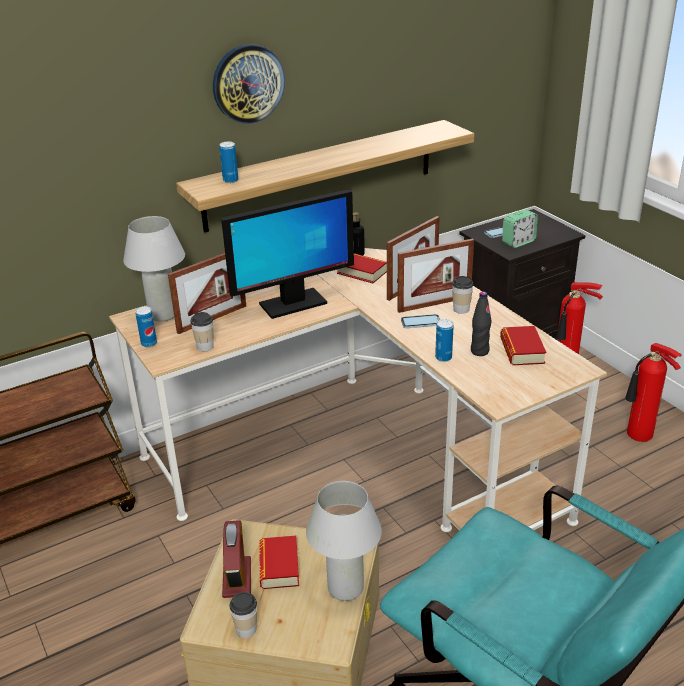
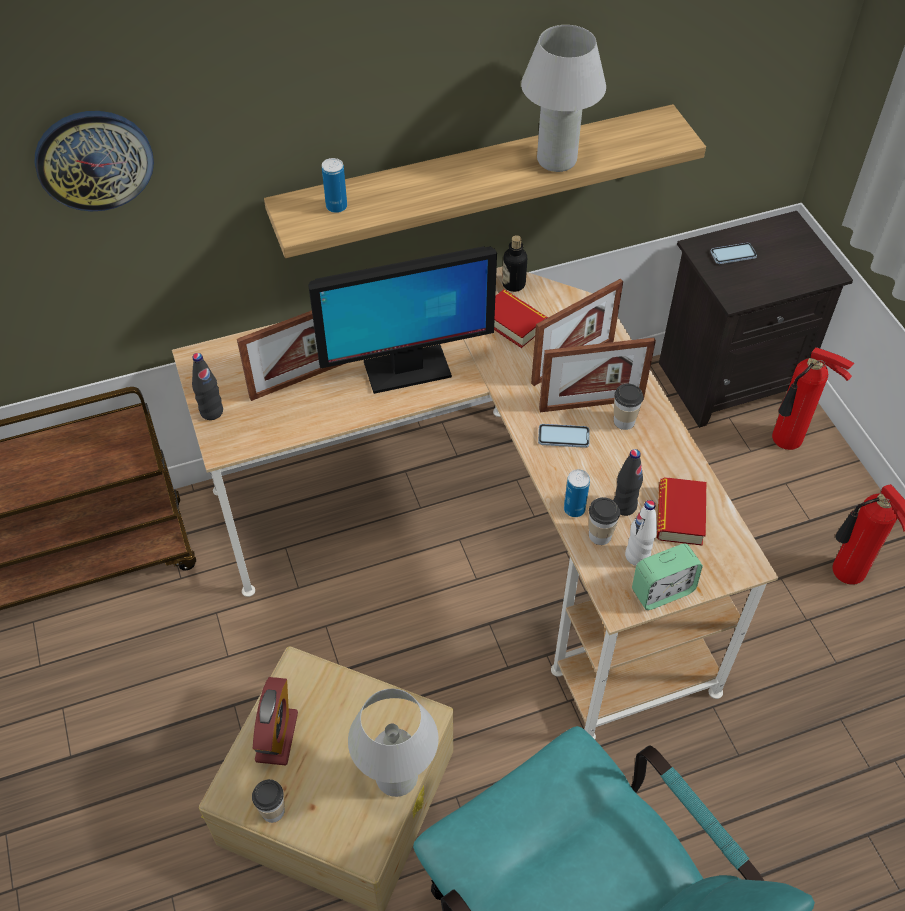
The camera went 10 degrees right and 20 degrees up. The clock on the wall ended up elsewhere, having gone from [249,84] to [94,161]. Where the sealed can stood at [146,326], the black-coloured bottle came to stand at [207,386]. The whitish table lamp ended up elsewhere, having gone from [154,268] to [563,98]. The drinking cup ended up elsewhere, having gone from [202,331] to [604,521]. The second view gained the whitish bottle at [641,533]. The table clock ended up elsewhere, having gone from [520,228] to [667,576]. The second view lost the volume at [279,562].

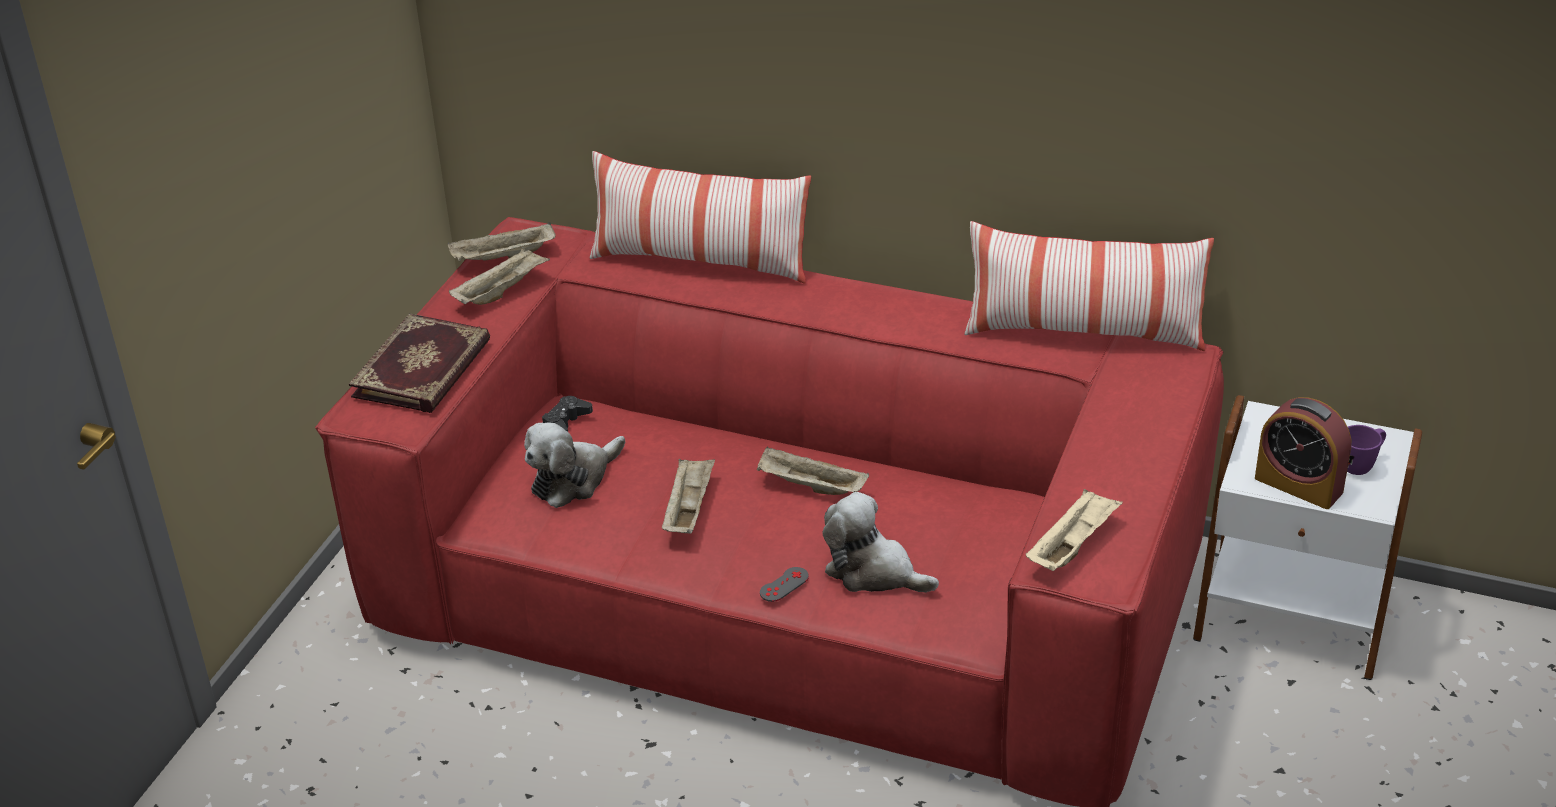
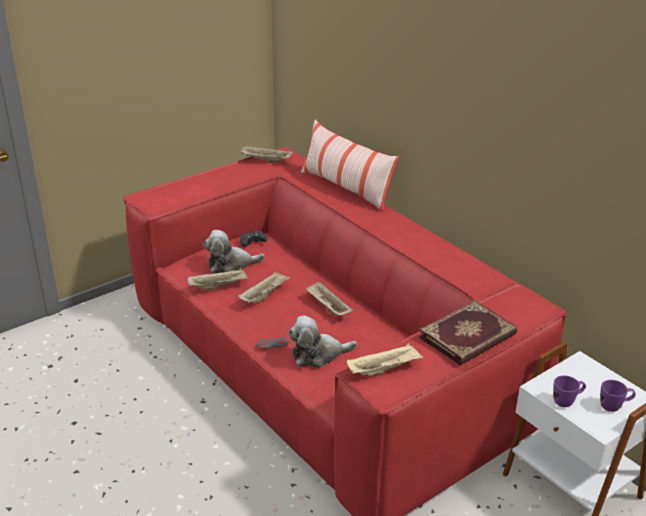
The camera went 30 degrees right and 5 degrees down. The sand-coloured tray ended up elsewhere, having gone from [499,276] to [217,279]. The cuddly toy at [880,542] ended up facing another way, 75 degrees counterclockwise from before. The volume ended up elsewhere, having gone from [419,363] to [468,333]. Where the table clock stood at [1303,453], the purplish coffee mug came to stand at [569,391]. The second view lost the pillow at [1089,286].

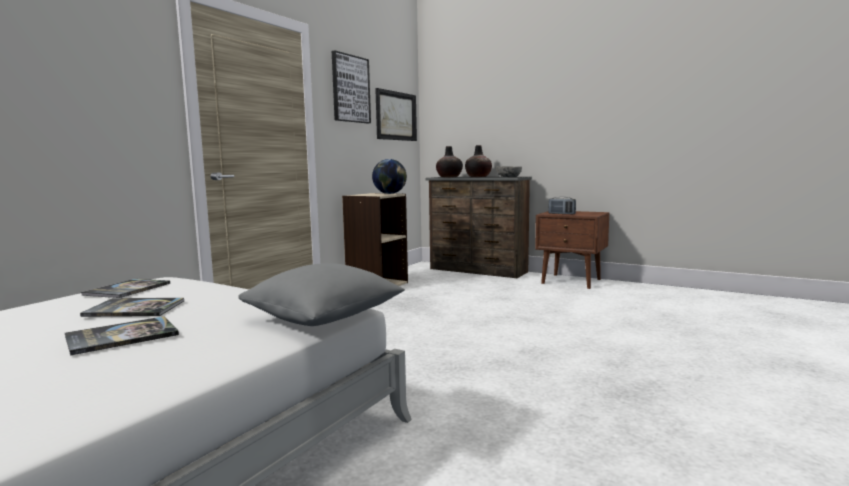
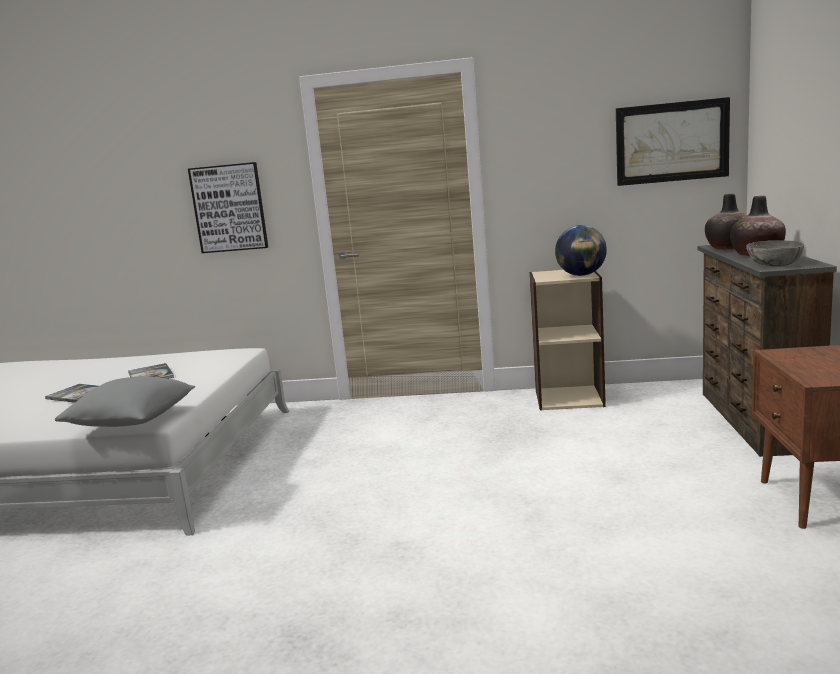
The camera went 65 degrees right and 5 degrees up. The wall picture ended up elsewhere, having gone from [351,87] to [228,207]. The second view lost the volume at [125,288]. The second view lost the radio receiver at [562,206].

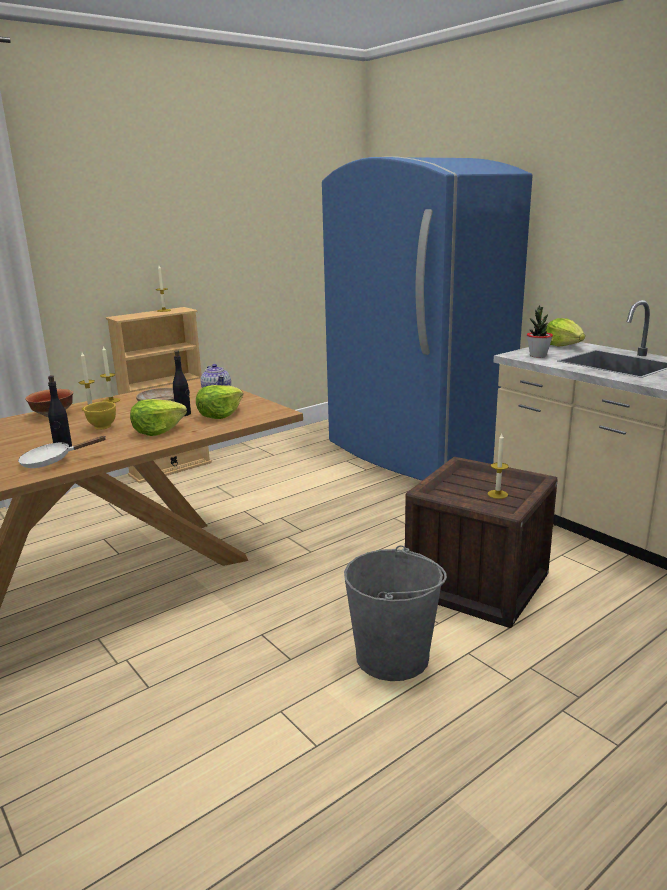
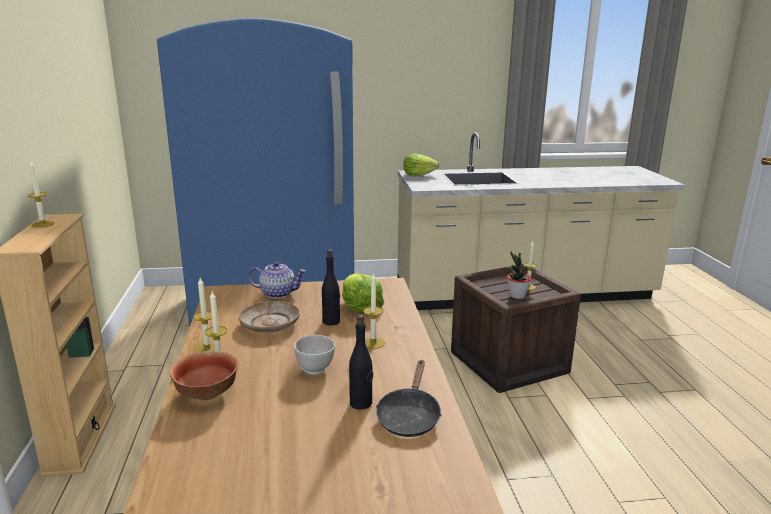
The camera went 60 degrees left and 0 degrees up. What was the yellowish bowl at [99,416] turned into the whitish bowl at [314,355]. Where the head of lettuce stood at [158,417], the wax light came to stand at [374,310]. What was the whitish frying pan at [62,452] turned into the black-coloured frying pan at [409,398]. The potted plant ended up elsewhere, having gone from [540,331] to [519,275]. The second view lost the greyish pail at [395,613].

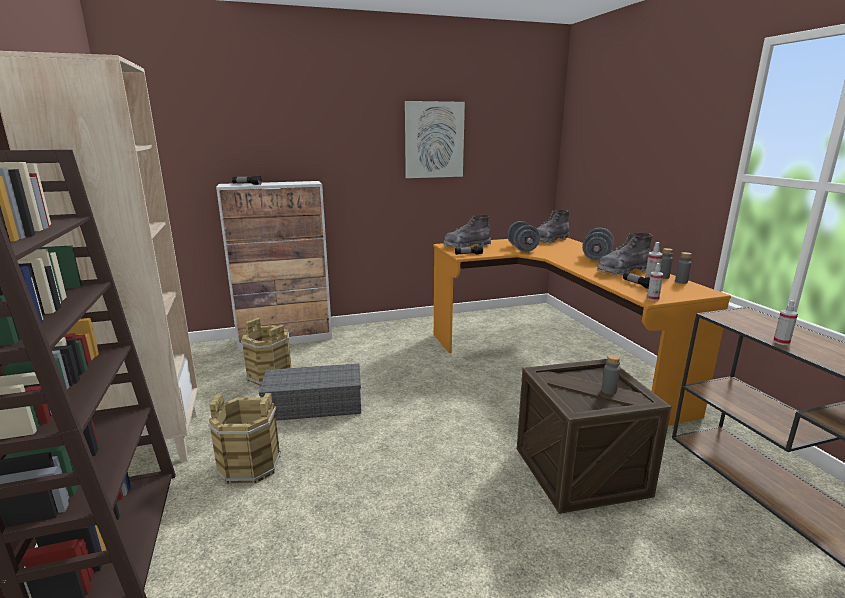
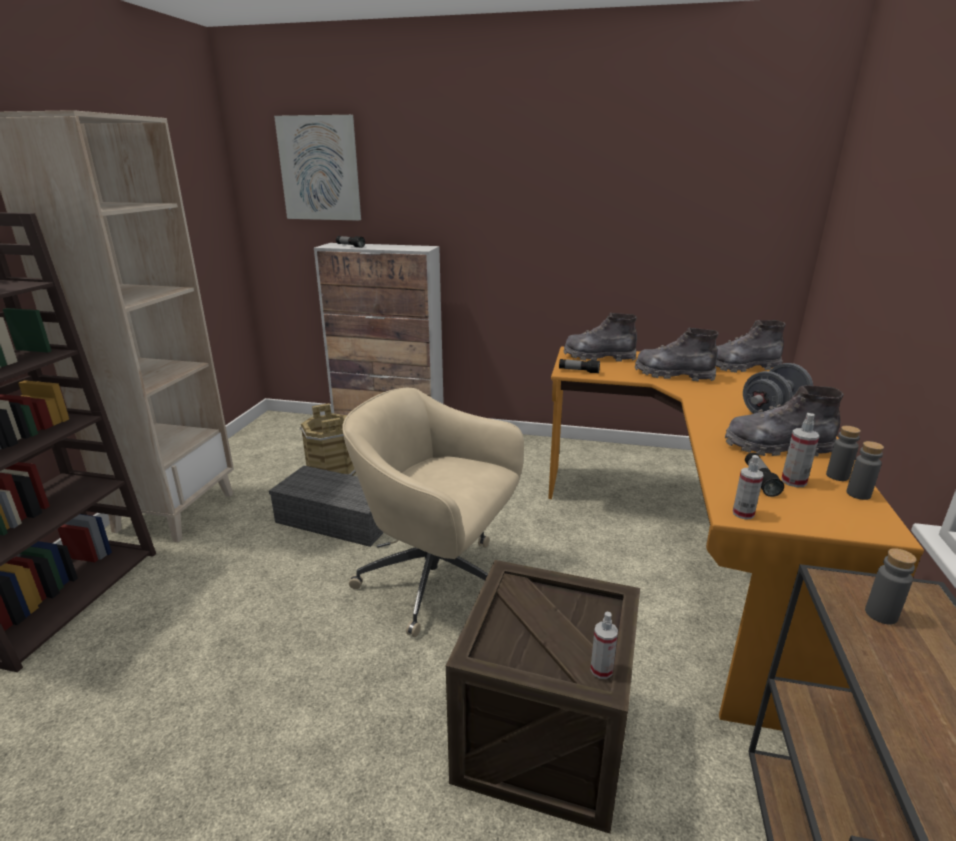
The camera went 30 degrees right and 5 degrees up. The wall picture ended up elsewhere, having gone from [435,139] to [317,168]. The second view gained the sand-coloured computer chair at [433,512]. The hand sprayer ended up elsewhere, having gone from [785,322] to [604,645]. Where the greyish hand weight stood at [523,236], the greyish tall boot came to stand at [676,354]. The greyish bottle ended up elsewhere, having gone from [610,375] to [891,586]. The second view lost the brownish pail at [244,438].

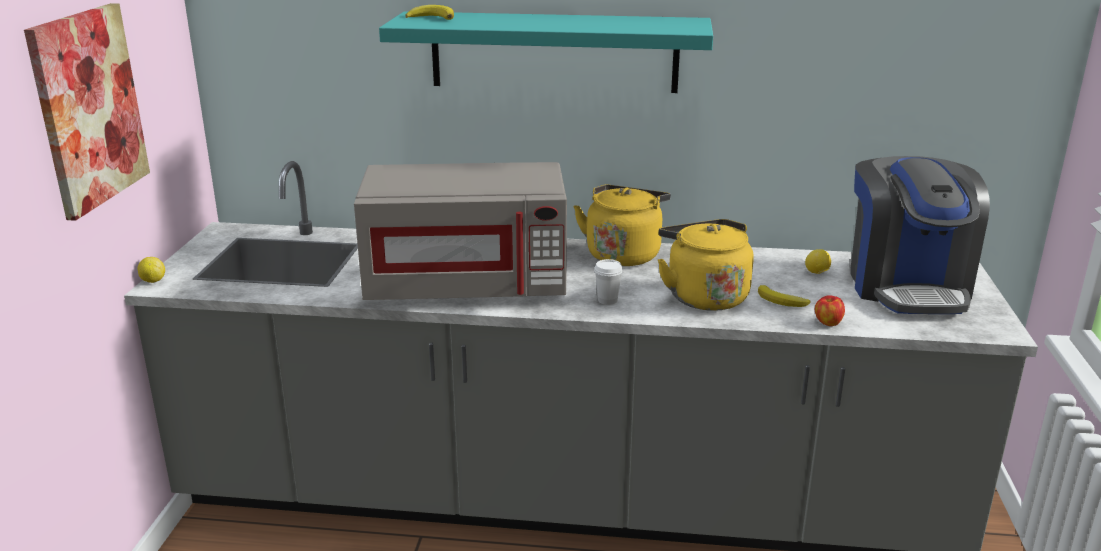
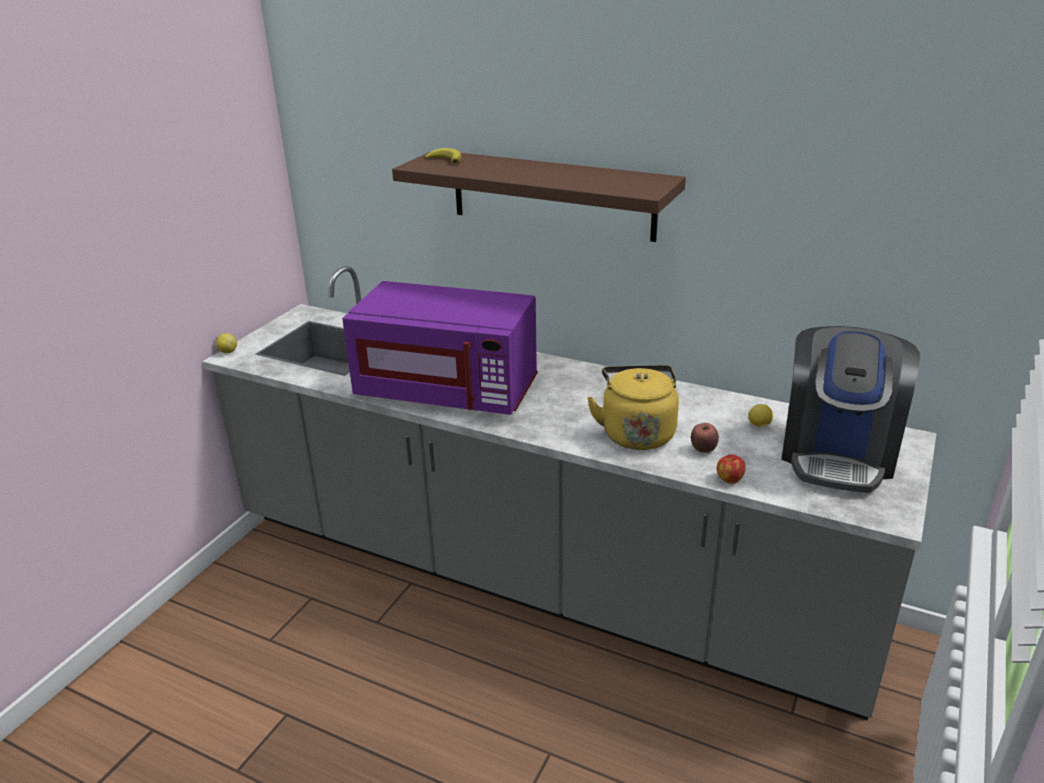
The camera went 20 degrees right and 5 degrees up. What was the greyish microwave at [460,231] turned into the purplish microwave at [440,348]. What was the turquoise-coloured shelf at [546,52] turned into the brownish shelf at [539,197]. Where the whole banana stood at [784,296], the apple fruit came to stand at [705,438]. The second view lost the wall picture at [87,112]. The second view lost the yellowish kettle at [622,225]. The second view lost the whitish drinking cup at [608,282].

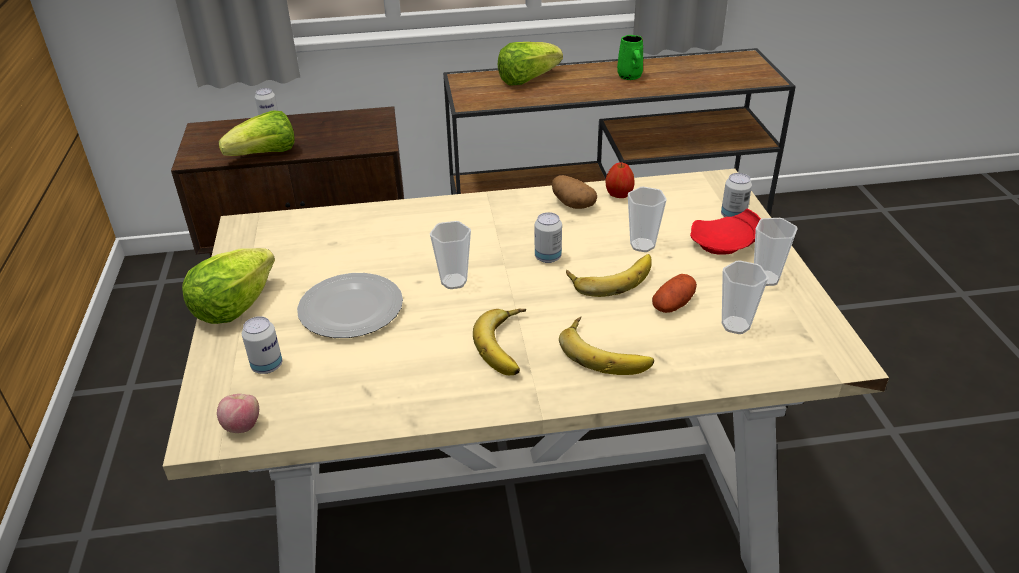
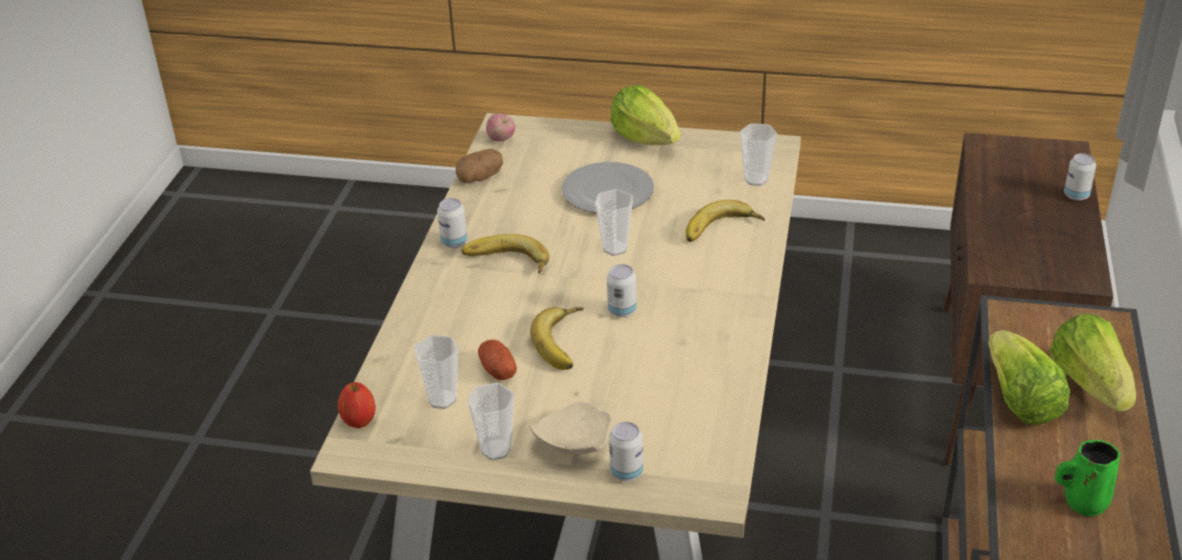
The camera went 110 degrees right and 0 degrees up. The apple fruit ended up elsewhere, having gone from [620,180] to [357,405]. The sealed can ended up elsewhere, having gone from [262,345] to [452,223]. The whole potato ended up elsewhere, having gone from [574,192] to [479,166]. What was the reddish plate at [725,232] turned into the sand-coloured plate at [571,428]. The whole banana ended up elsewhere, having gone from [606,346] to [725,221]. The drinking cup ended up elsewhere, having gone from [647,219] to [758,154]. The head of lettuce ended up elsewhere, having gone from [257,133] to [1029,377].

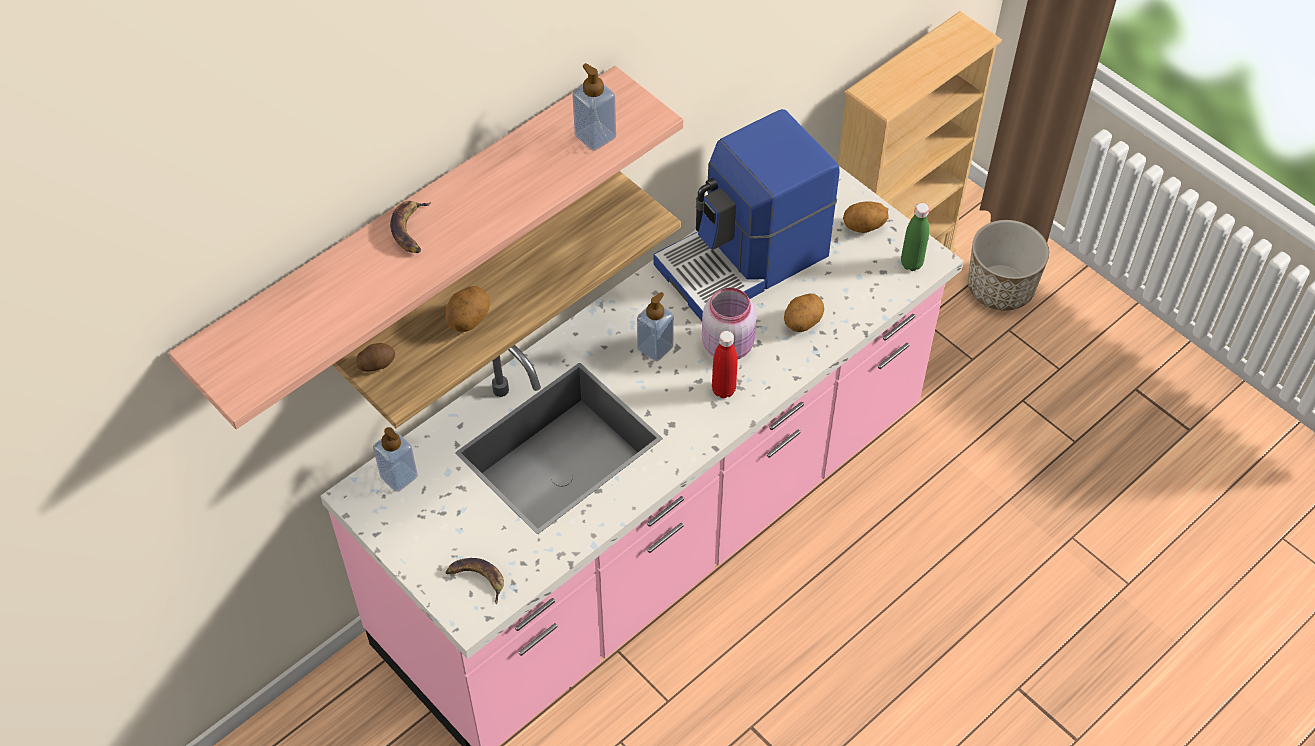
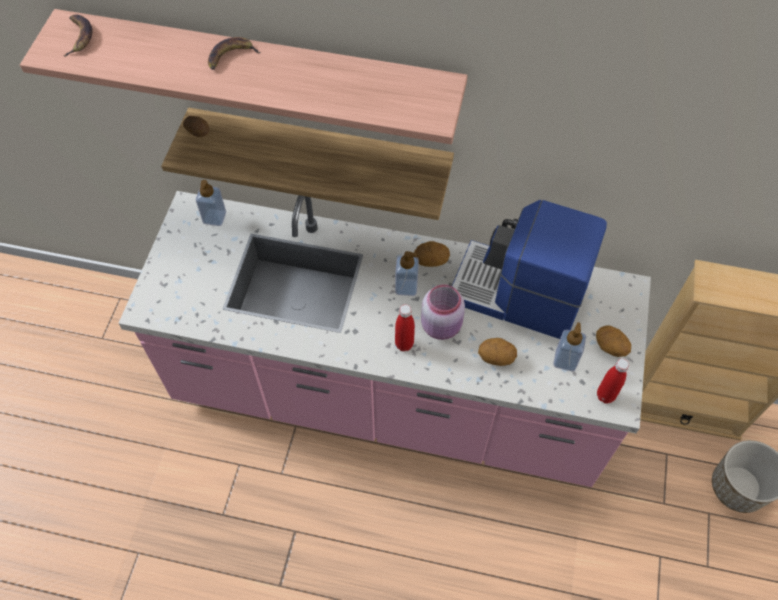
The camera went 55 degrees right and 5 degrees up. The whole banana ended up elsewhere, having gone from [474,581] to [78,35]. The whole potato ended up elsewhere, having gone from [467,309] to [432,254]. The soap dispenser ended up elsewhere, having gone from [594,107] to [569,346]. What was the green-coloured bottle at [915,237] turned into the reddish bottle at [613,381].

